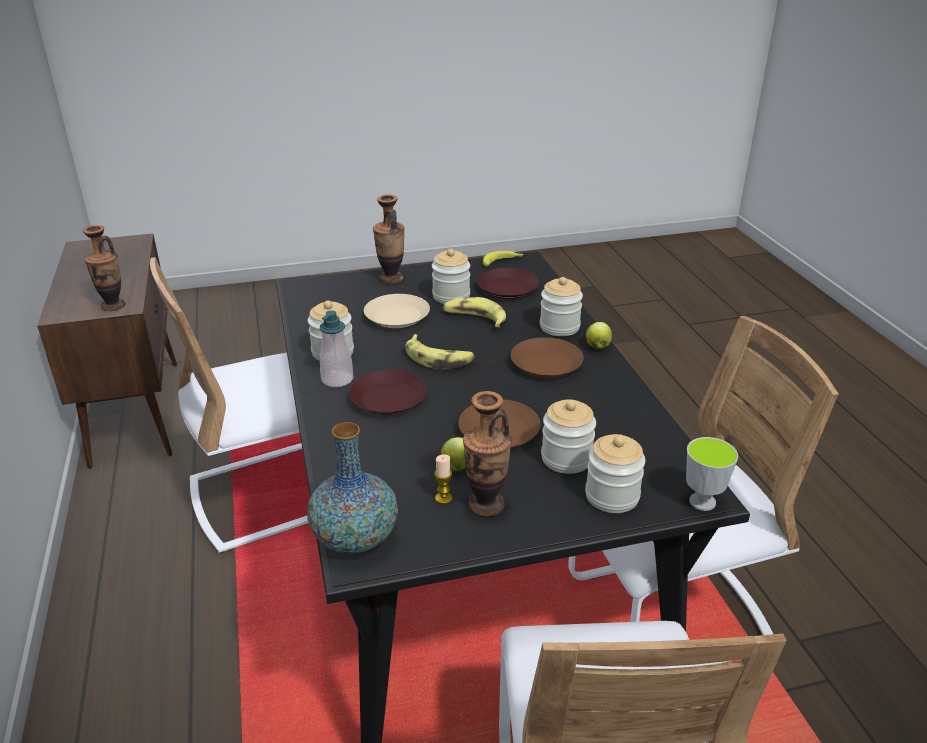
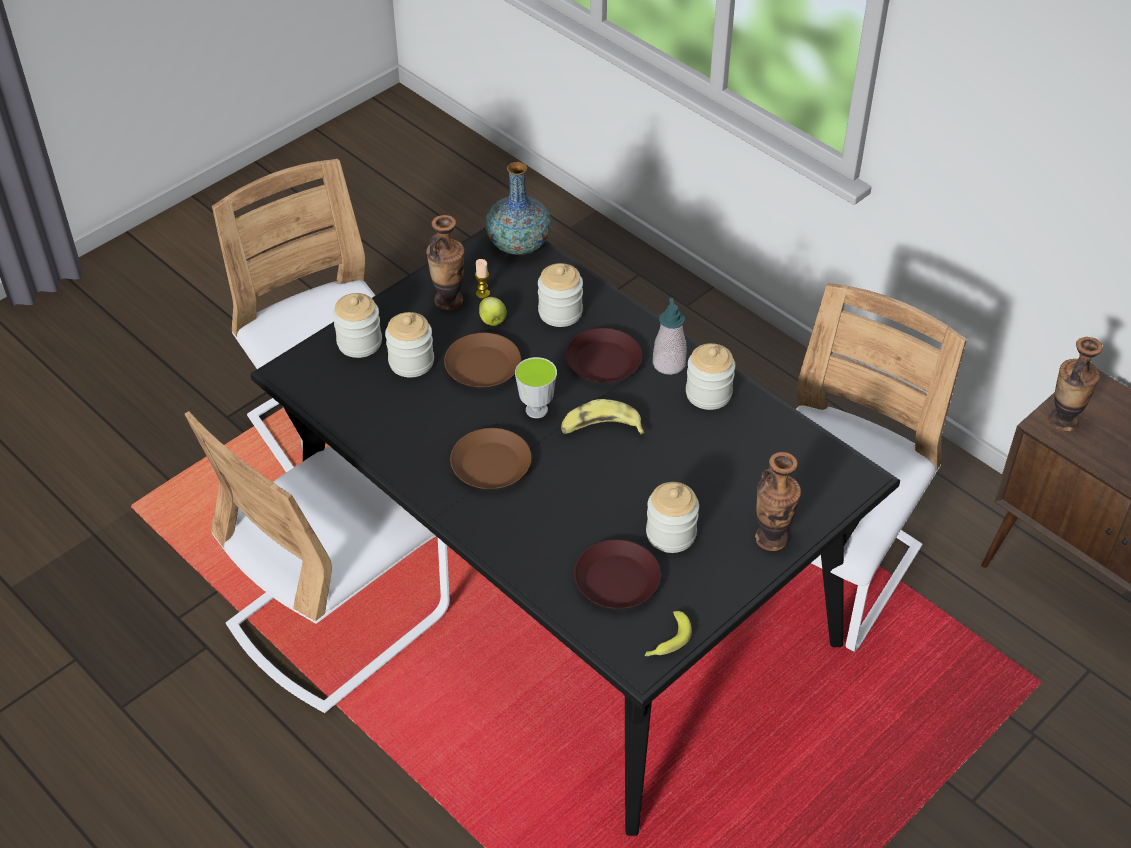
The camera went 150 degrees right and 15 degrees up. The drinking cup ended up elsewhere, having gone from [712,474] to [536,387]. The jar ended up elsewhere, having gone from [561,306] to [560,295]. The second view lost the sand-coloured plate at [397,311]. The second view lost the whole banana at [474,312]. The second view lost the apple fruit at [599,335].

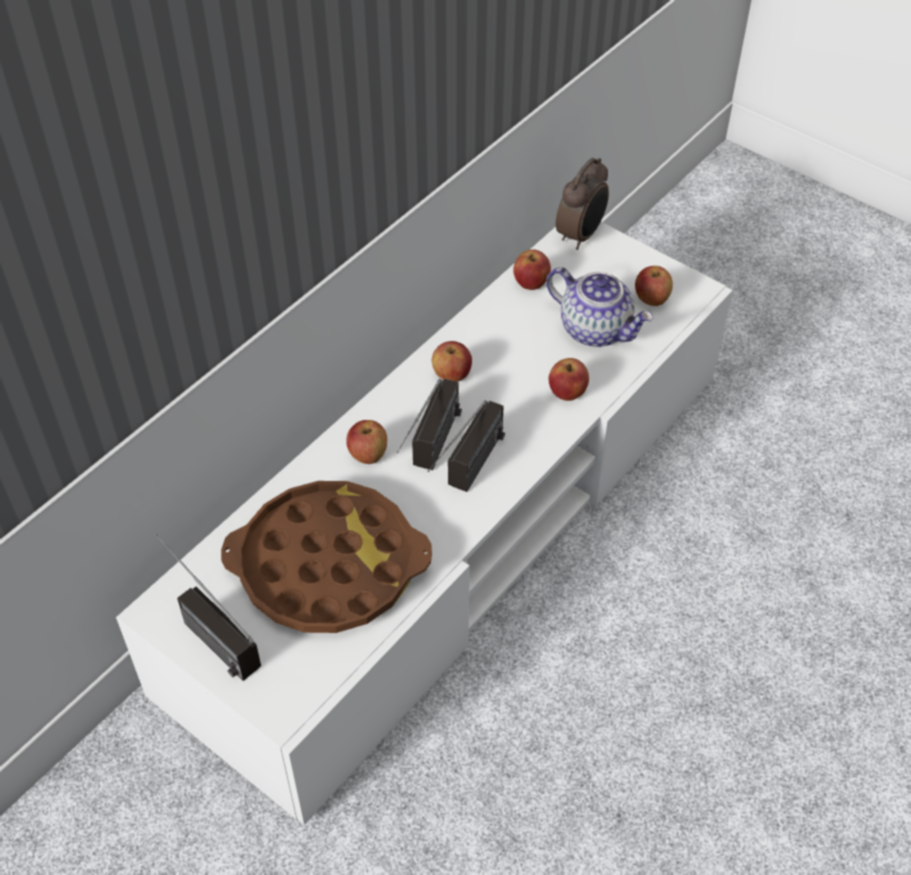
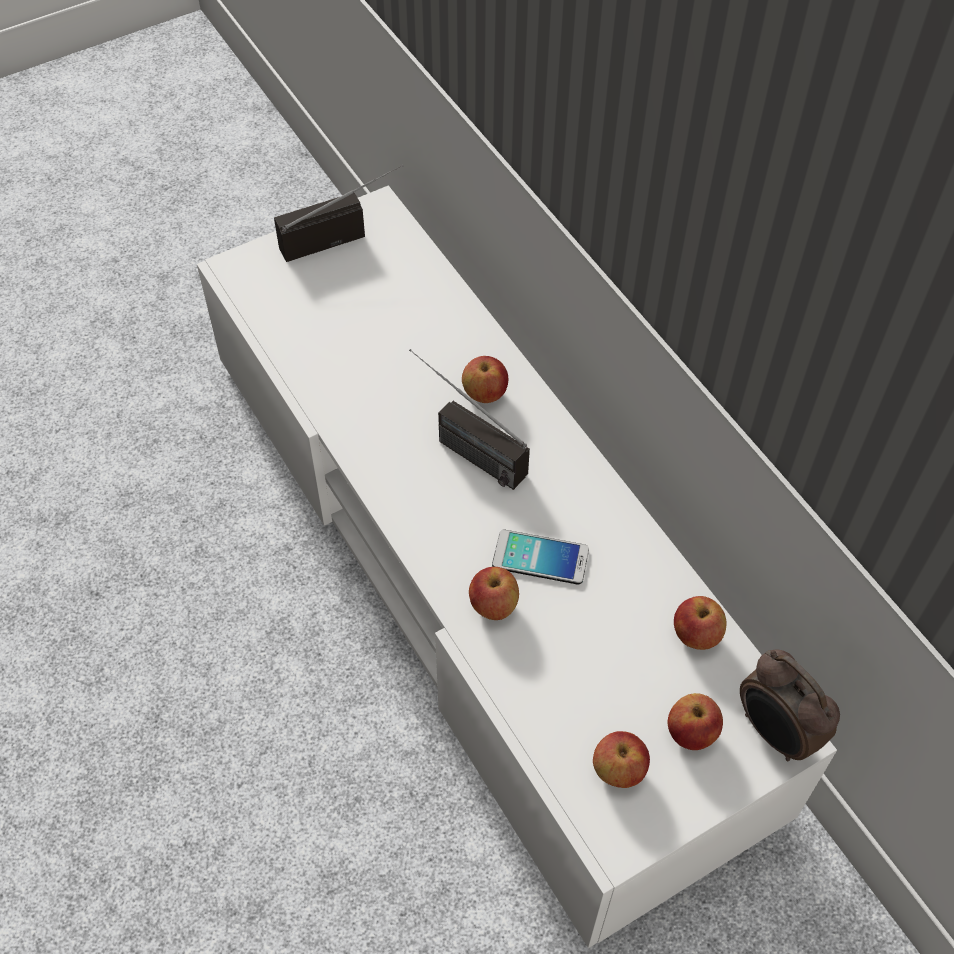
The camera went 110 degrees right and 5 degrees up. The second view gained the handset at [540,557]. The apple fruit ended up elsewhere, having gone from [452,361] to [695,721]. The second view lost the brownish tray at [326,557]. The second view lost the radio receiver at [466,446]. The second view lost the teapot at [600,307].

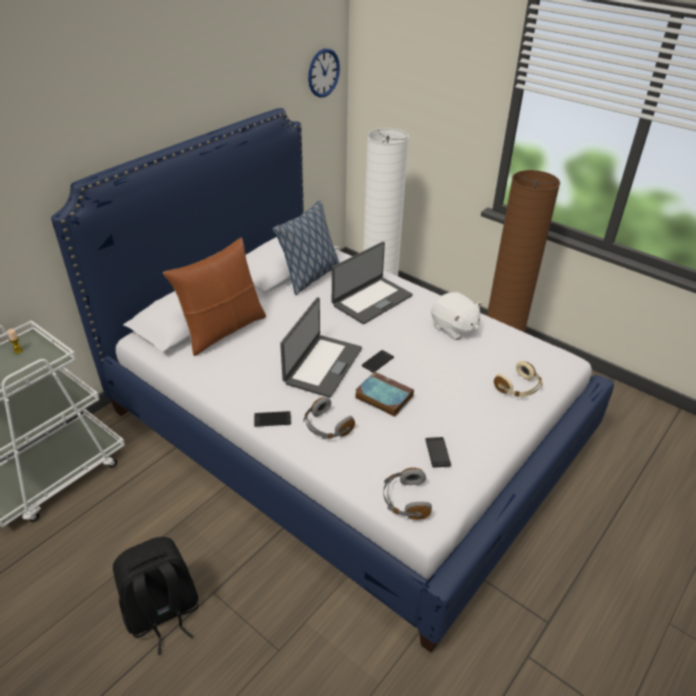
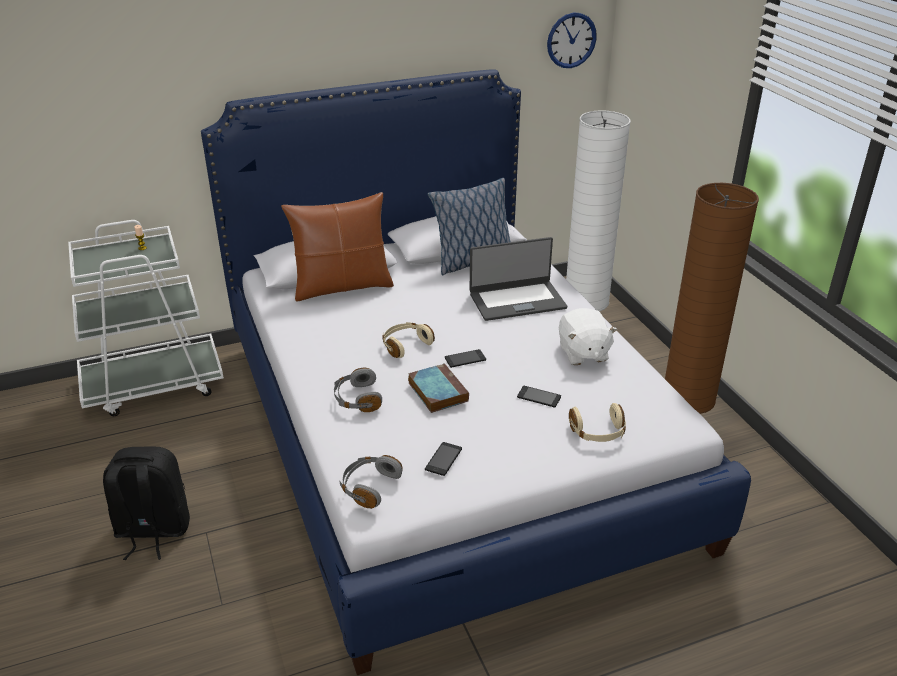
The camera went 30 degrees right and 5 degrees down. Where the notebook computer stood at [321,347], the sand-coloured pair of headphones came to stand at [409,340]. The handset ended up elsewhere, having gone from [272,419] to [539,397].

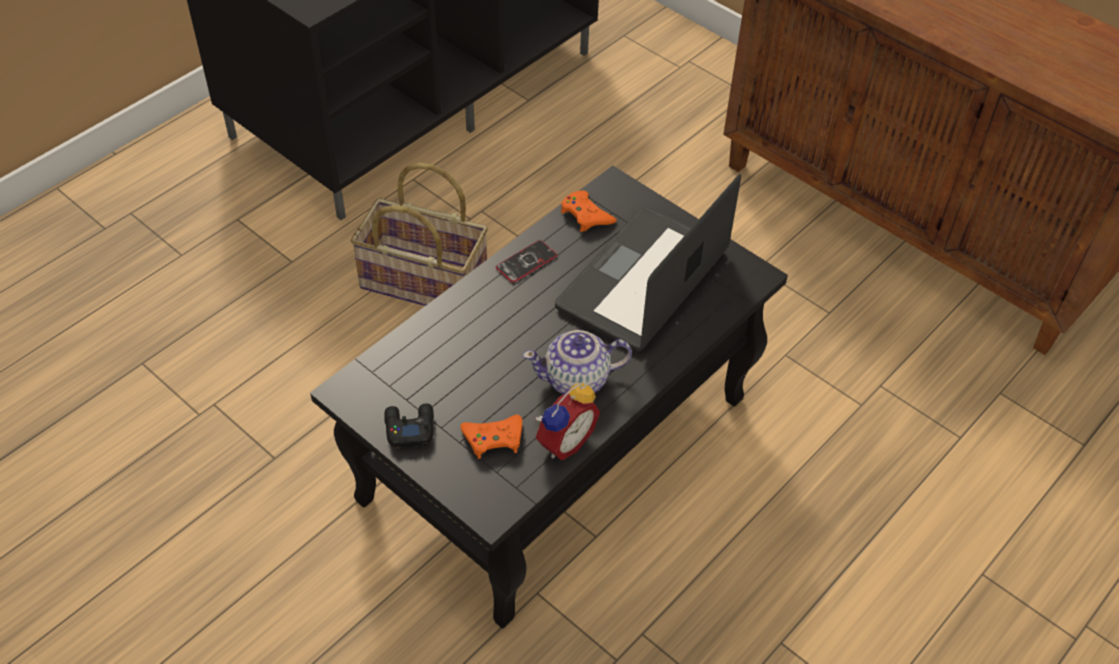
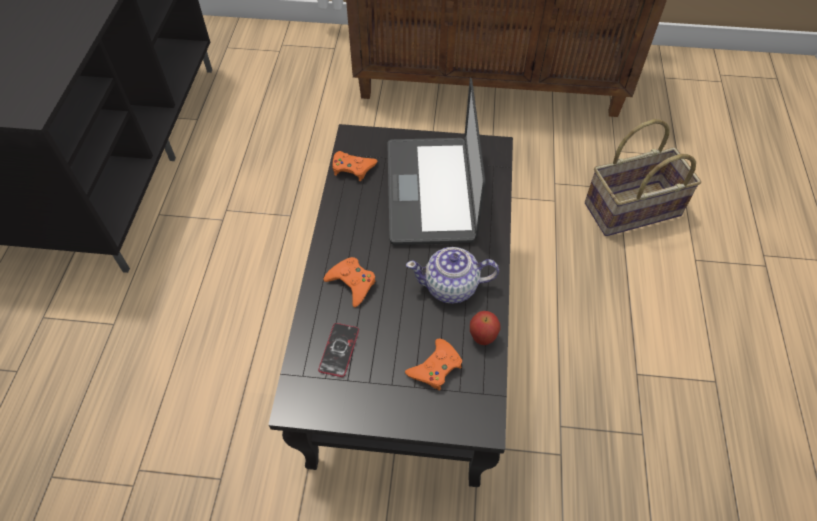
The camera went 35 degrees left and 5 degrees up. The handset ended up elsewhere, having gone from [526,261] to [338,350]. The second view gained the orange-coloured joypad at [349,282]. The teapot at [577,362] ended up facing another way, 45 degrees clockwise from before. Where the table clock stood at [568,421], the apple fruit came to stand at [485,328]. The household basket ended up elsewhere, having gone from [419,234] to [643,177]. The second view lost the black-coloured joypad at [409,425].

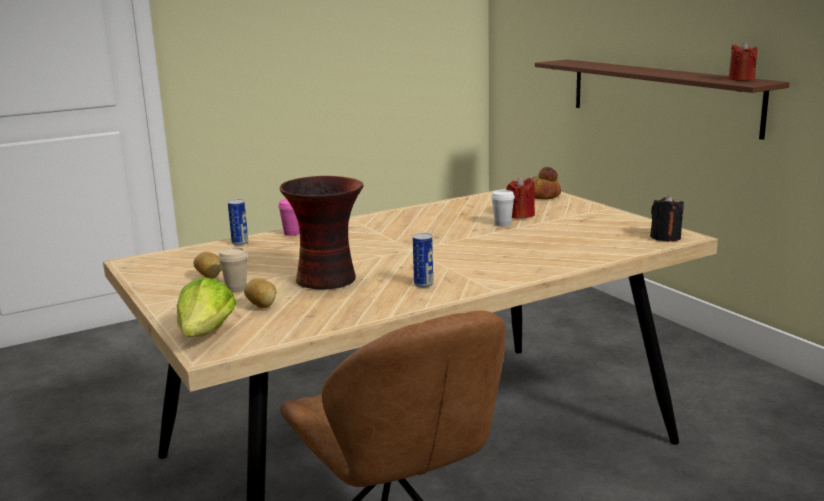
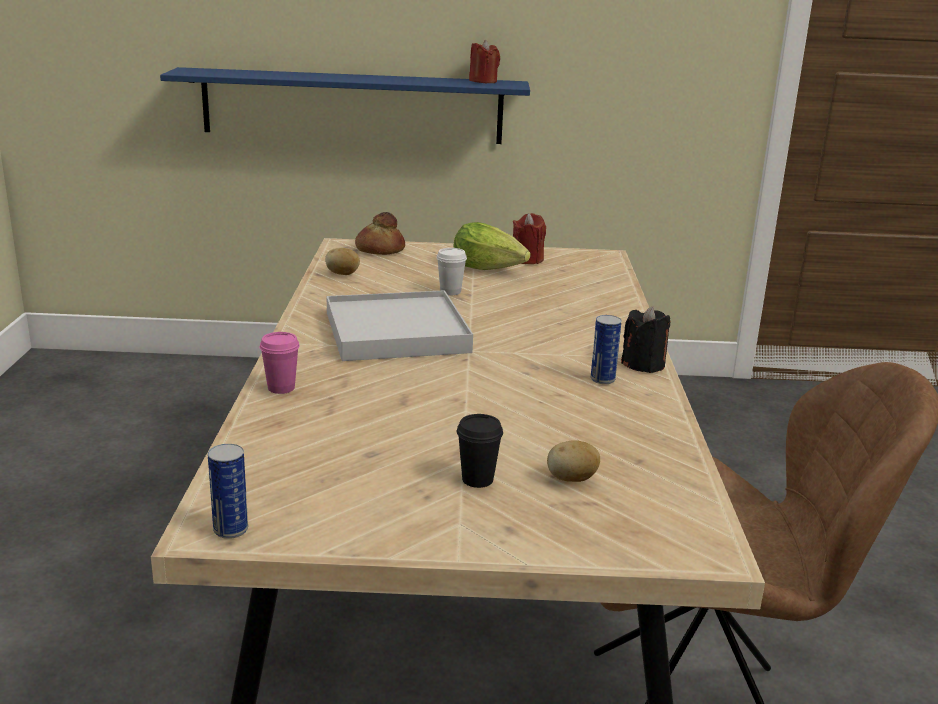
The camera went 60 degrees left and 5 degrees up. What was the brownish shelf at [662,100] turned into the blue-coloured shelf at [345,105]. The sealed can ended up elsewhere, having gone from [238,222] to [228,491]. The whole potato ended up elsewhere, having gone from [208,265] to [342,261]. The second view gained the whitish tray at [400,325]. The head of lettuce ended up elsewhere, having gone from [207,307] to [492,246]. What was the sand-coloured drinking cup at [233,270] turned into the black-coloured drinking cup at [480,451]. The reddish wax light ended up elsewhere, having gone from [520,197] to [529,238]. The black-coloured wax light ended up elsewhere, having gone from [667,218] to [645,339]. The second view lost the vase at [321,232].

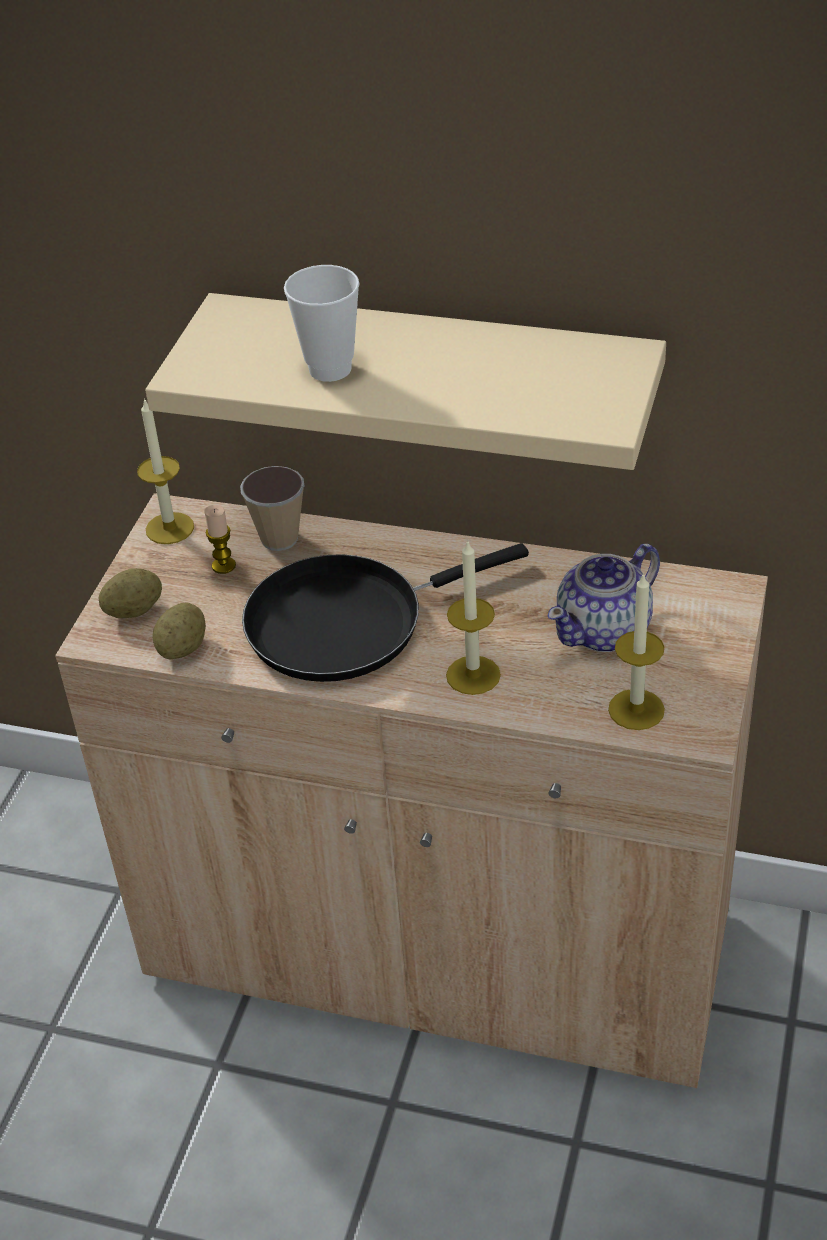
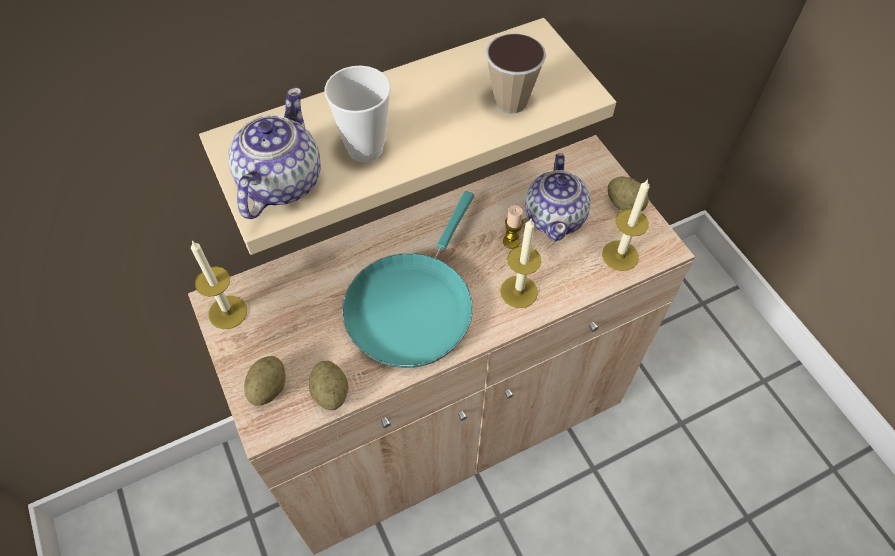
The camera went 45 degrees left and 15 degrees up. The second view gained the teapot at [274,153]. What was the black-coloured frying pan at [385,612] turned into the turquoise-coloured frying pan at [408,279]. The drinking cup ended up elsewhere, having gone from [272,508] to [515,73]. The wax light ended up elsewhere, having gone from [220,539] to [513,227]. The second view gained the whole potato at [628,193].

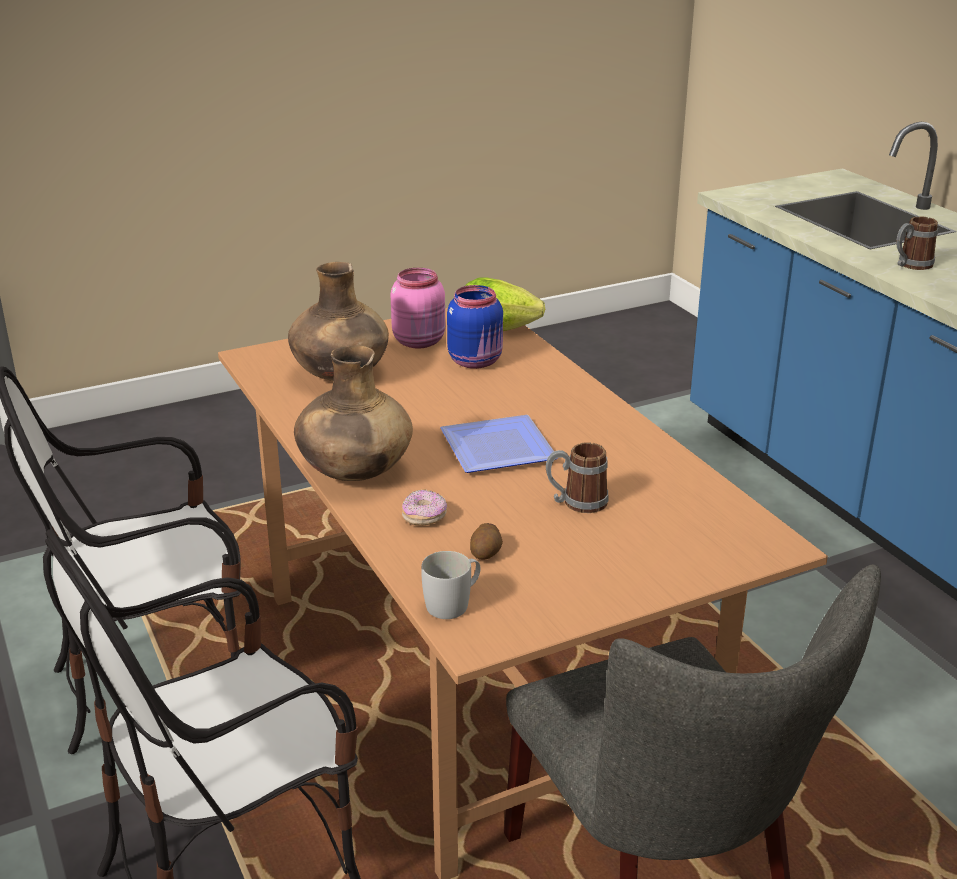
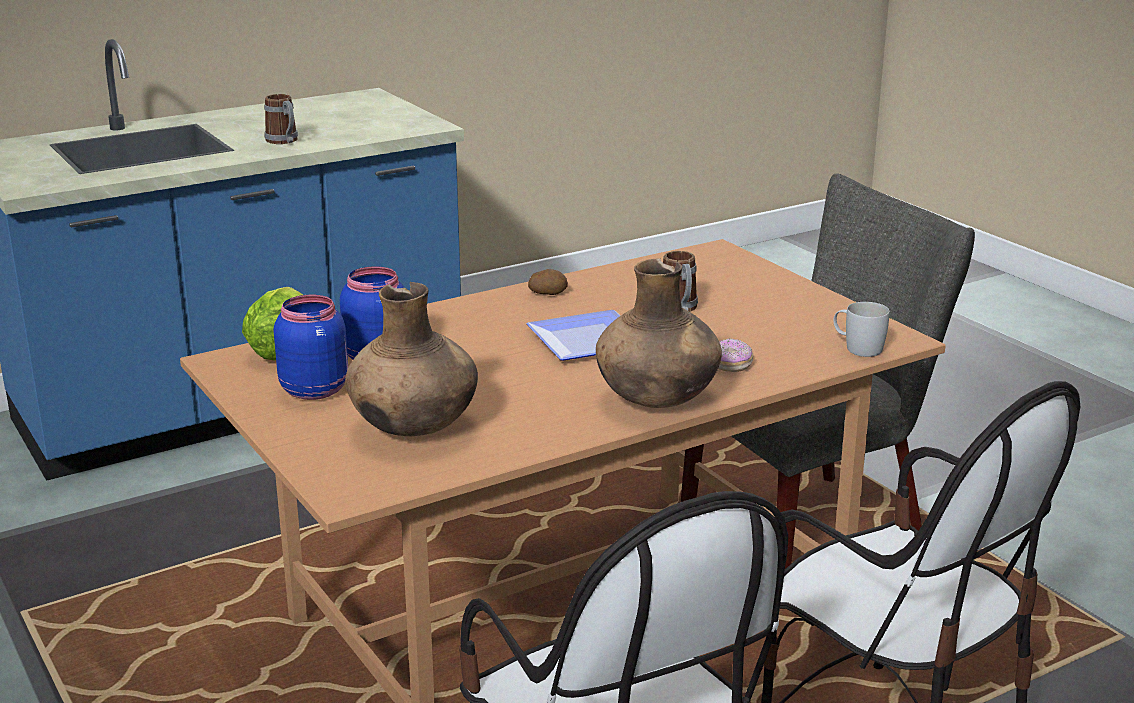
The camera went 95 degrees left and 5 degrees down. What was the pink-coloured jar at [418,308] turned into the blue-coloured jar at [311,347]. The whole potato ended up elsewhere, having gone from [486,541] to [548,282].

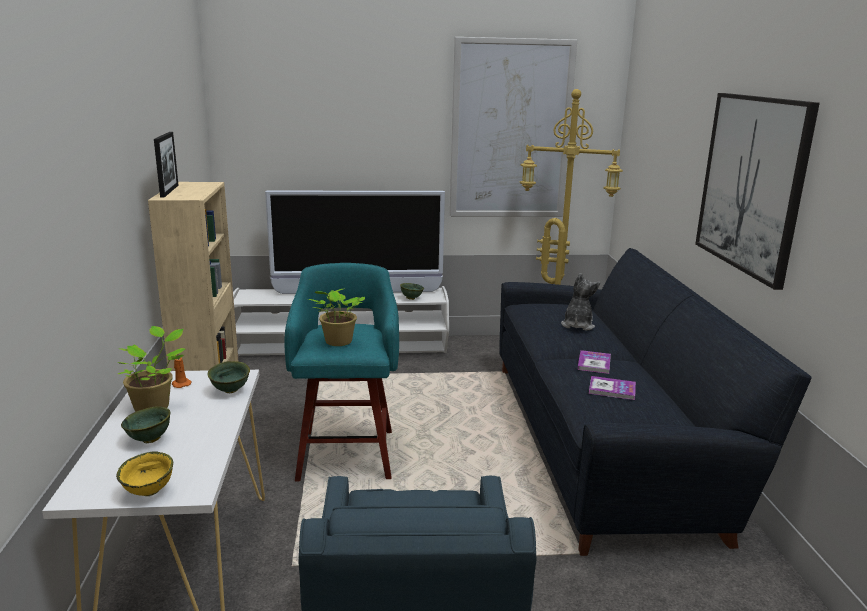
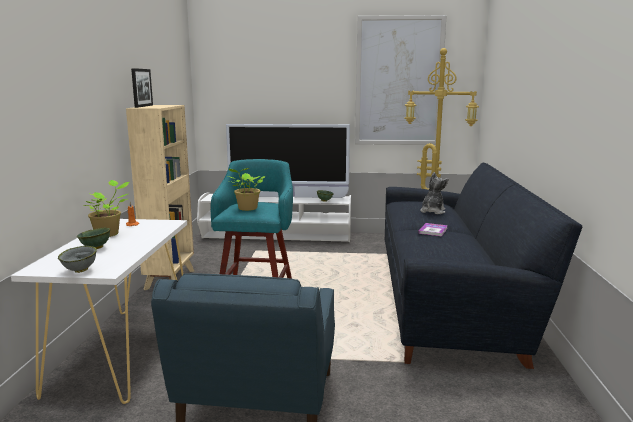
The camera went 10 degrees right and 5 degrees down. What was the yellowish bowl at [144,474] turned into the greyish bowl at [77,259]. The second view lost the green-coloured bowl at [229,377]. The second view lost the volume at [612,388]. The second view lost the wall picture at [757,191].

